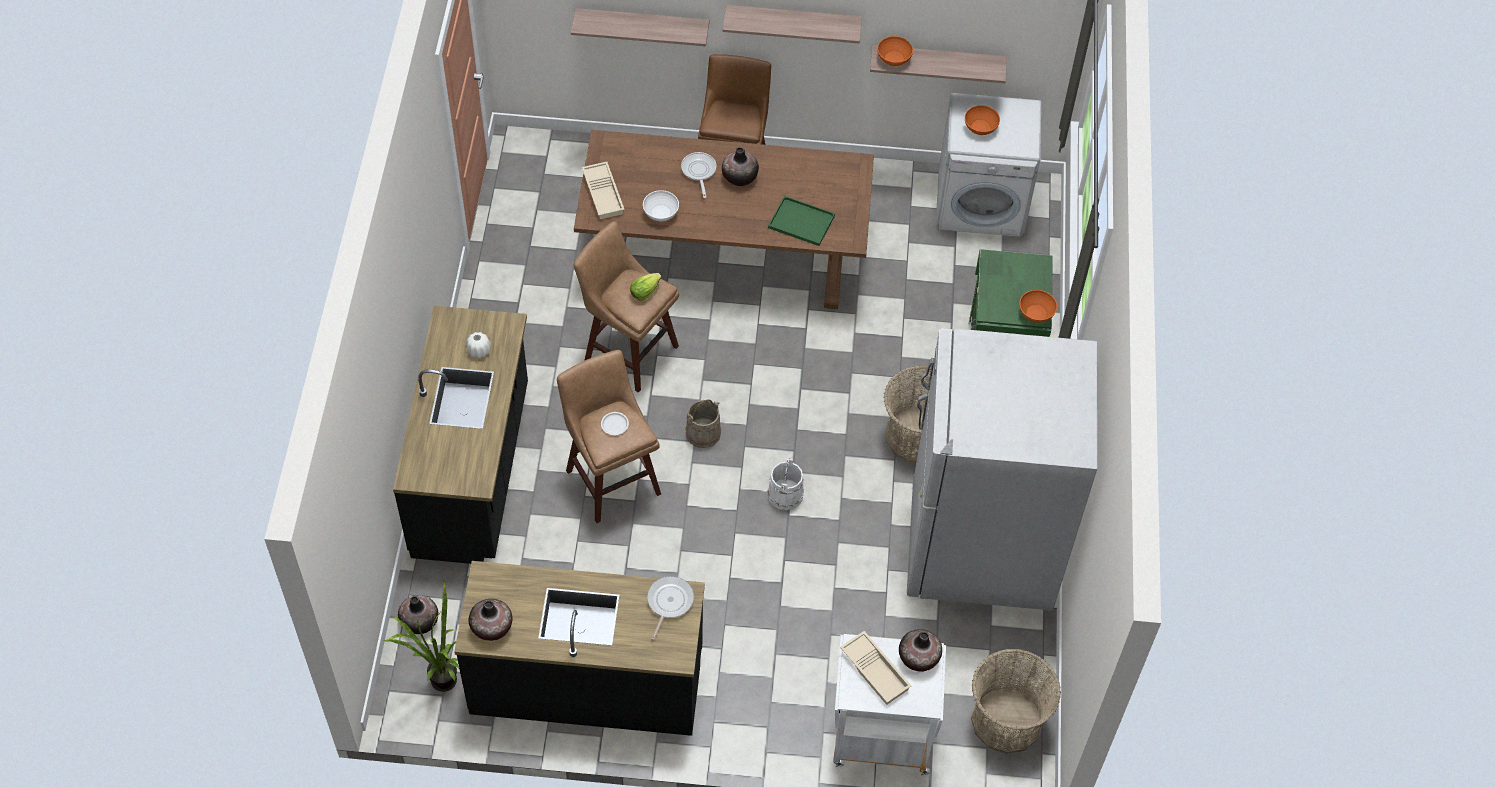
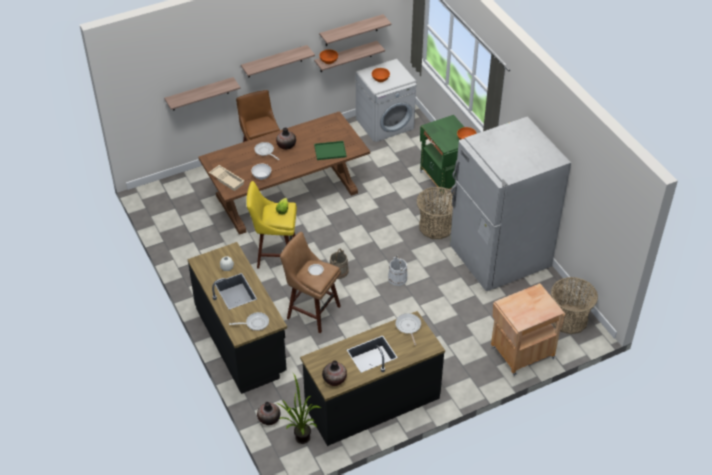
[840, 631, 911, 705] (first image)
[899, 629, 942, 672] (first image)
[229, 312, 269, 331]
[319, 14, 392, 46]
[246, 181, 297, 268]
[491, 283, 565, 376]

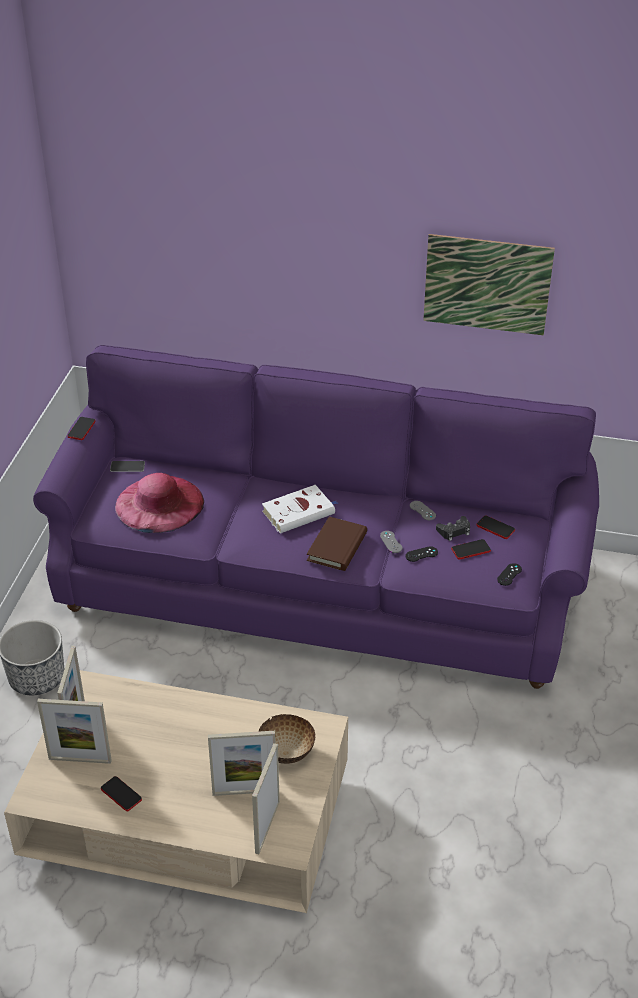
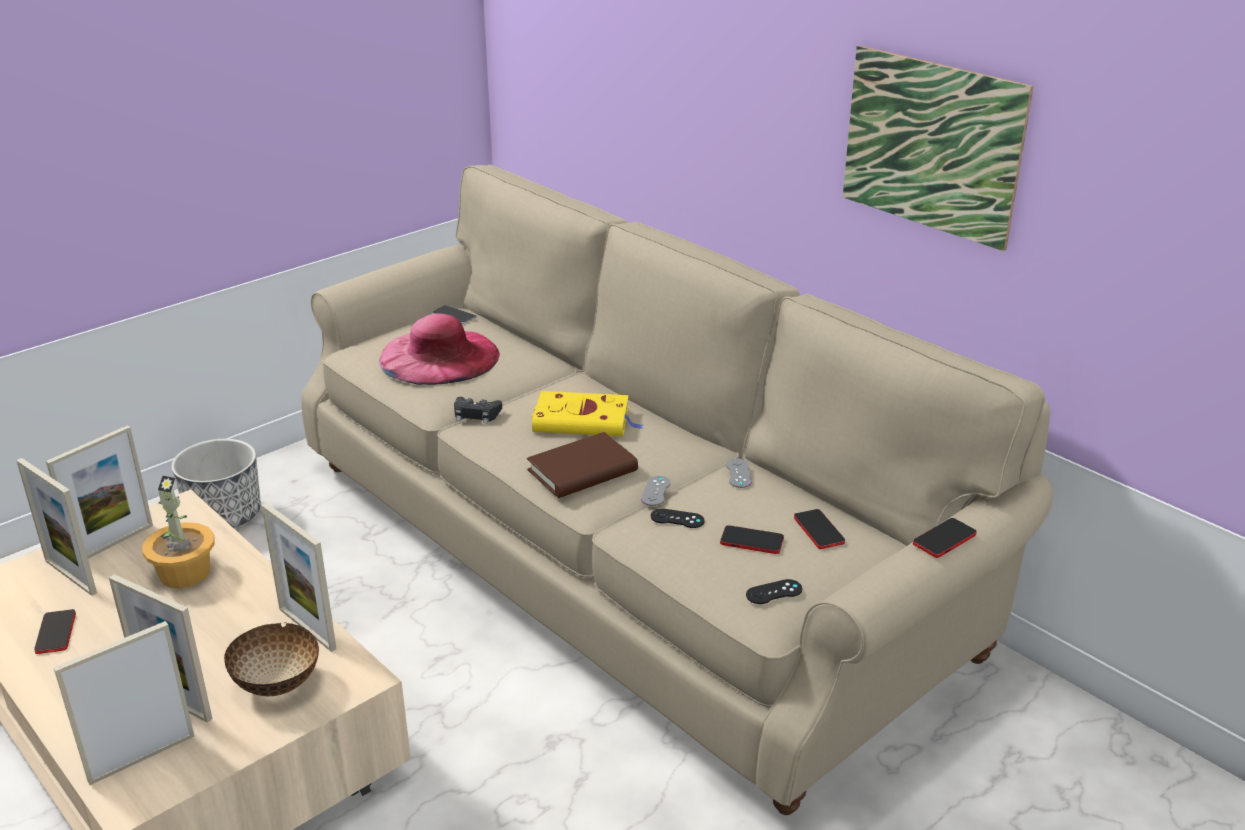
[142, 476, 215, 588]
[261, 503, 337, 652]
[913, 518, 977, 558]
[454, 397, 502, 424]
[301, 165, 1053, 815]
[532, 391, 644, 436]

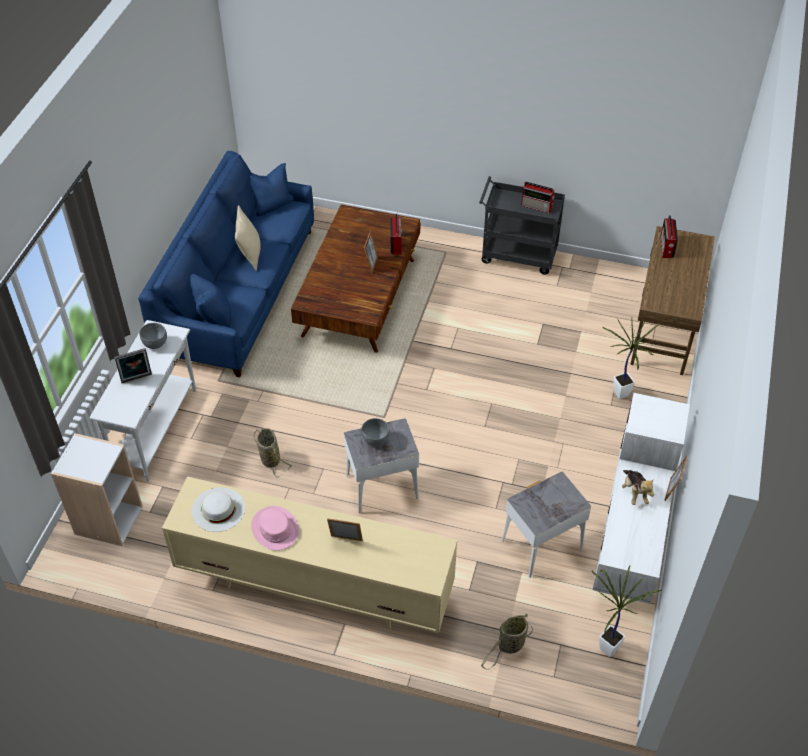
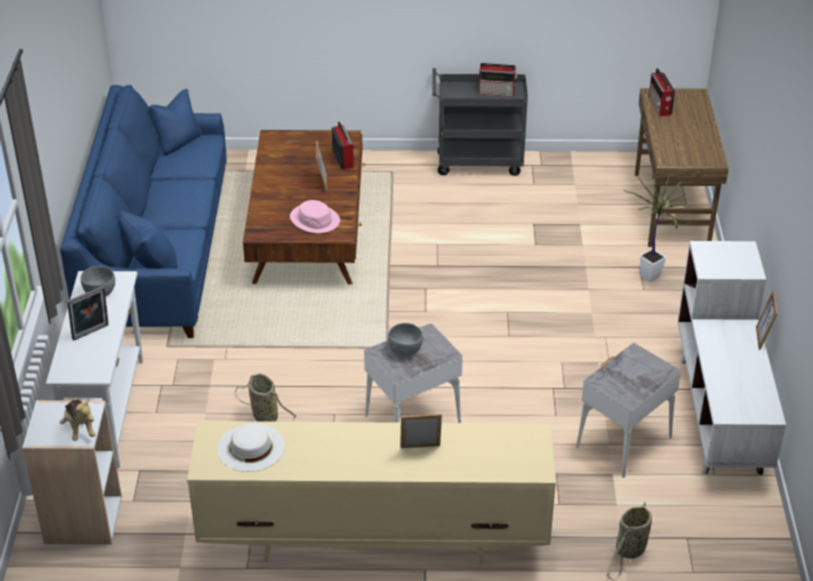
[235, 205, 261, 271] (first image)
[592, 566, 662, 657] (first image)
[290, 200, 340, 233]
[60, 399, 96, 441]

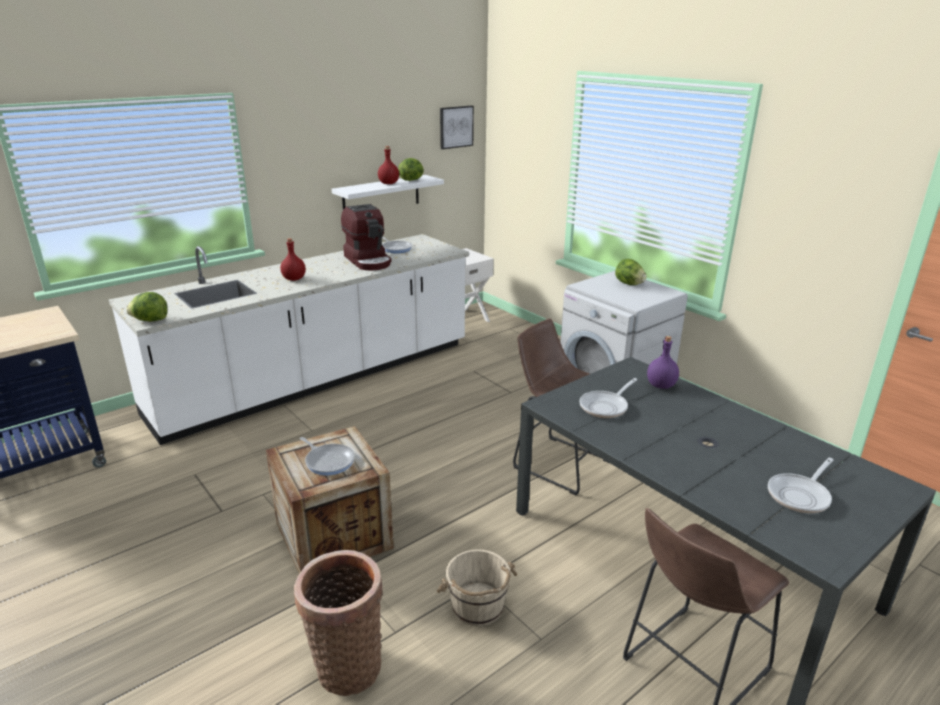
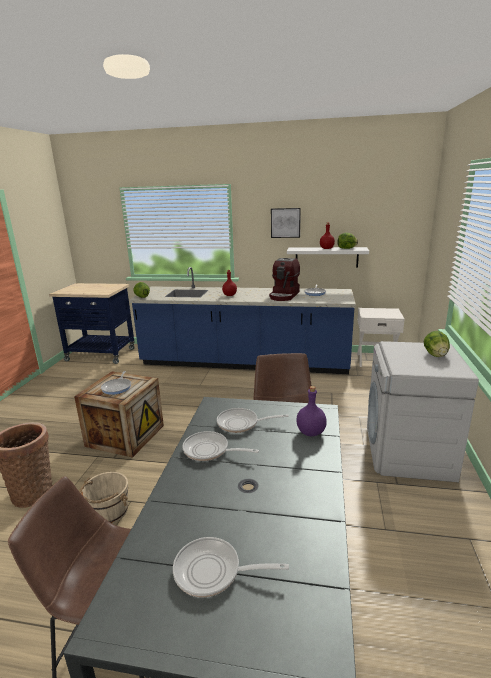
[183, 431, 259, 461]
[271, 208, 301, 238]
[129, 267, 356, 374]

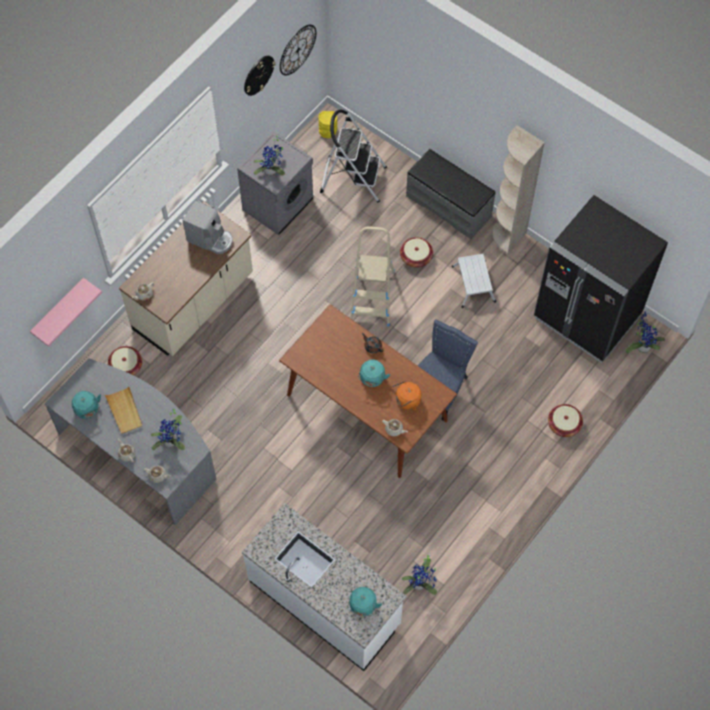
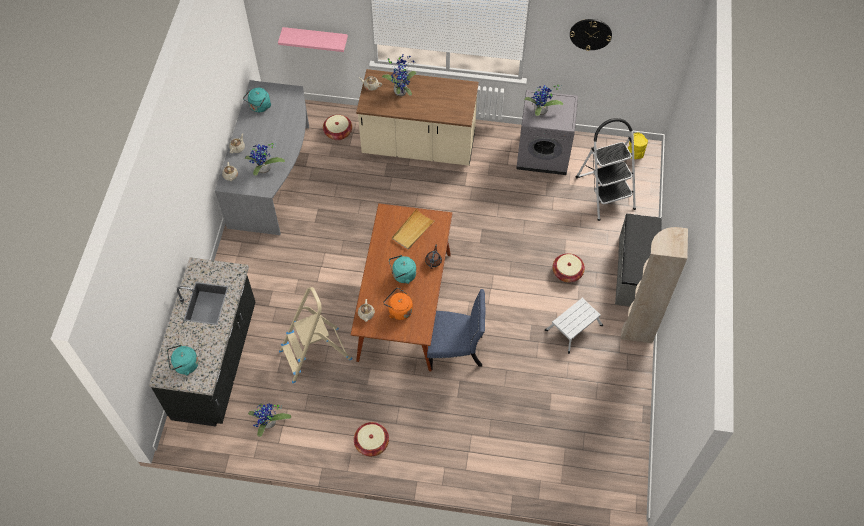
[183, 200, 233, 254] (first image)
[280, 25, 316, 76] (first image)
[534, 195, 668, 363] (first image)
[392, 208, 434, 249]
[279, 287, 353, 383]
[354, 422, 389, 456]
[382, 53, 416, 96]
[149, 257, 255, 427]

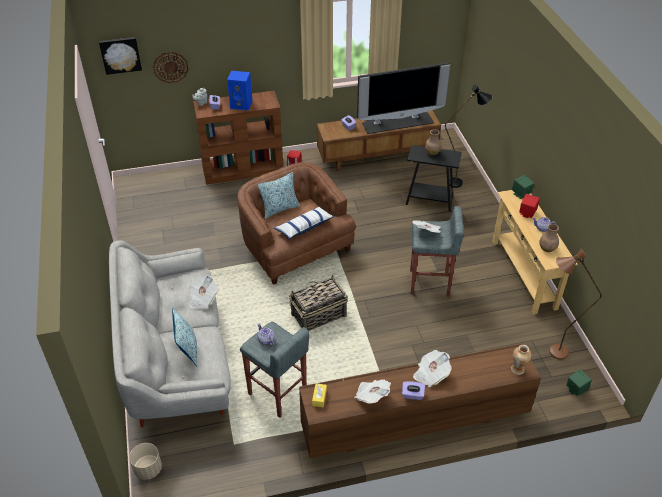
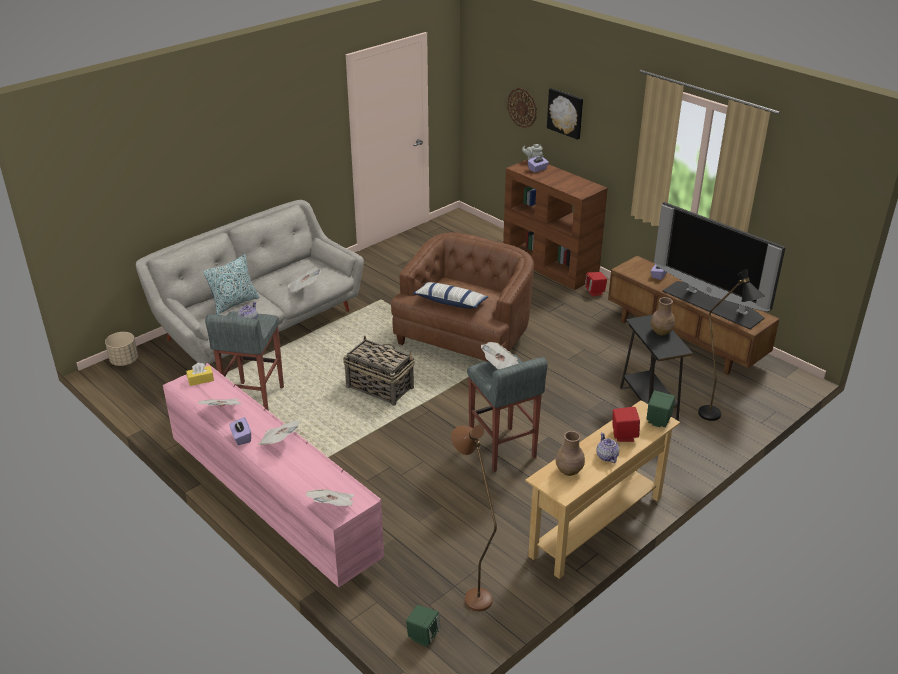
[227, 71, 252, 111] (first image)
[258, 172, 300, 219] (first image)
[547, 88, 583, 140]
[306, 489, 354, 506]
[163, 363, 384, 588]

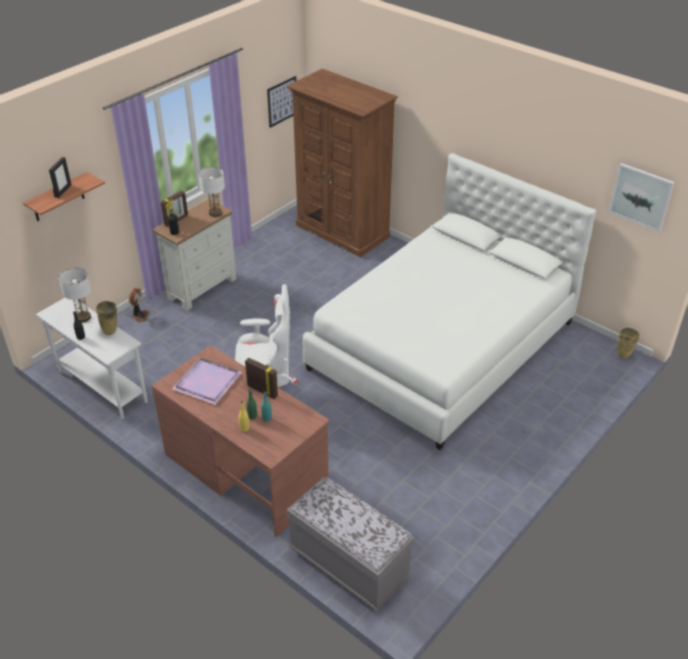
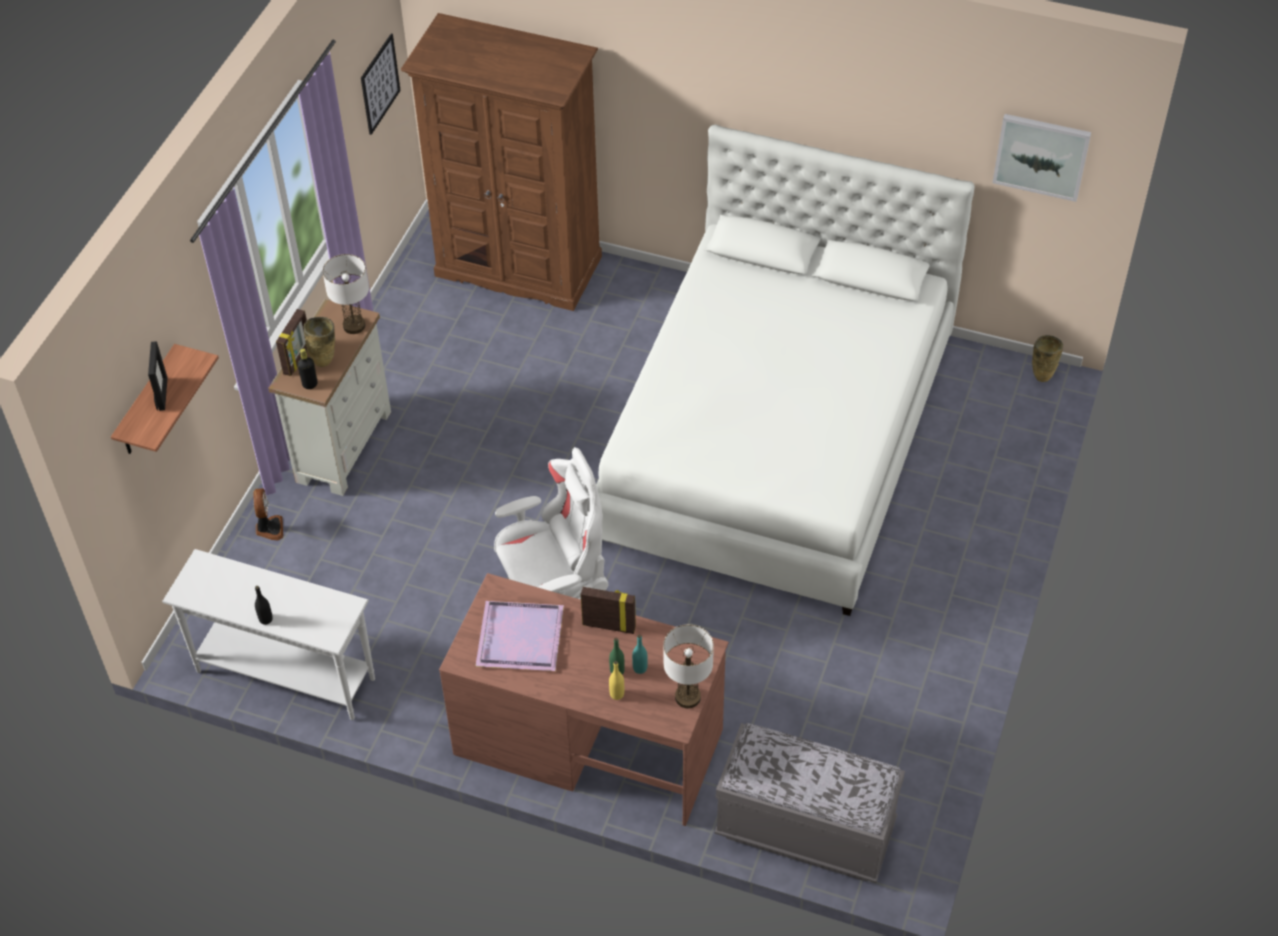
[663, 624, 714, 708]
[304, 317, 335, 367]

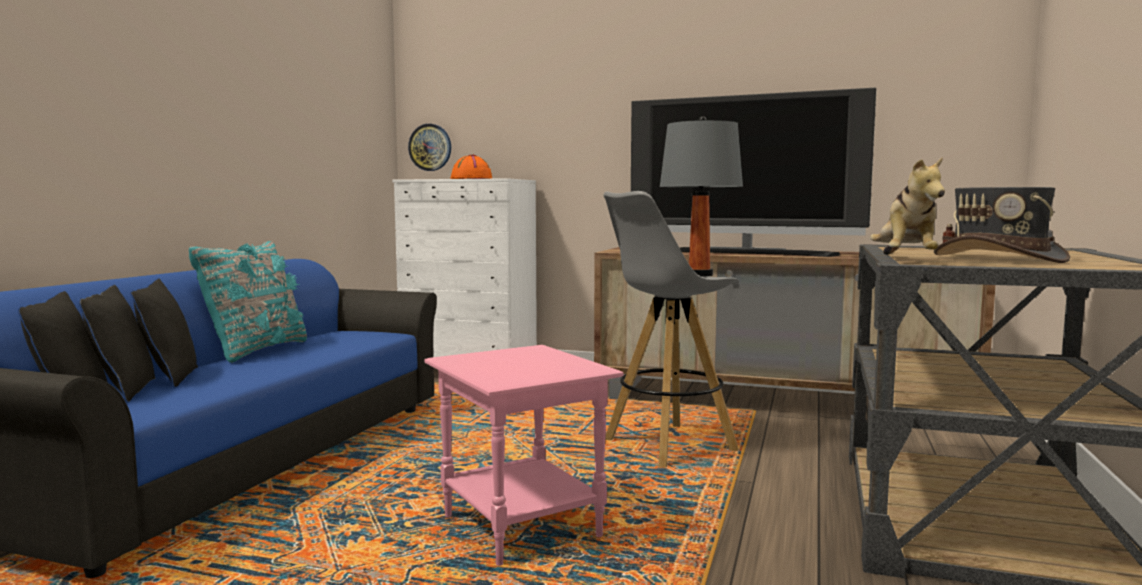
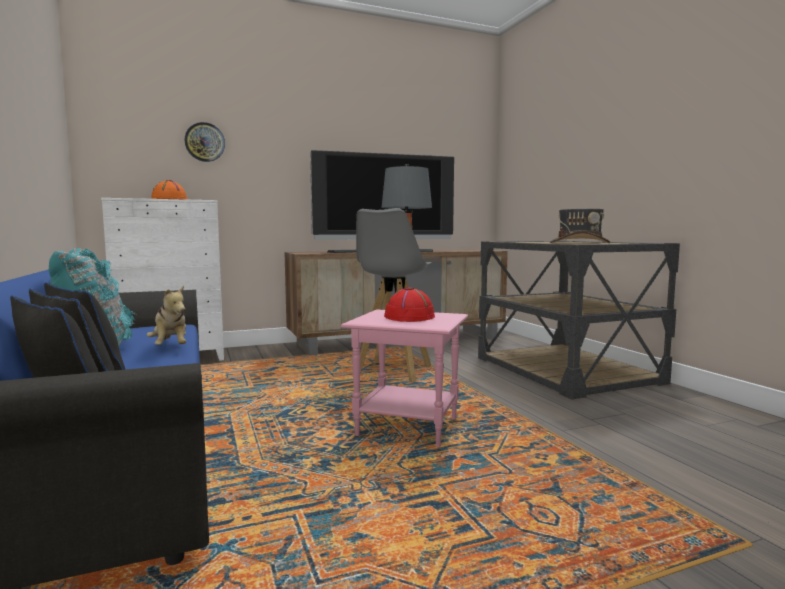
[384, 287, 435, 322]
[185, 122, 225, 162]
[147, 286, 186, 345]

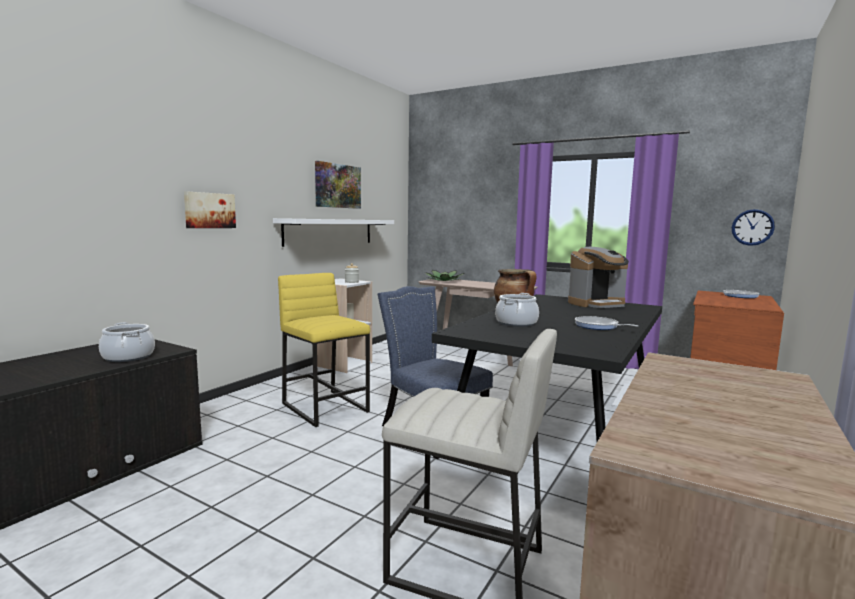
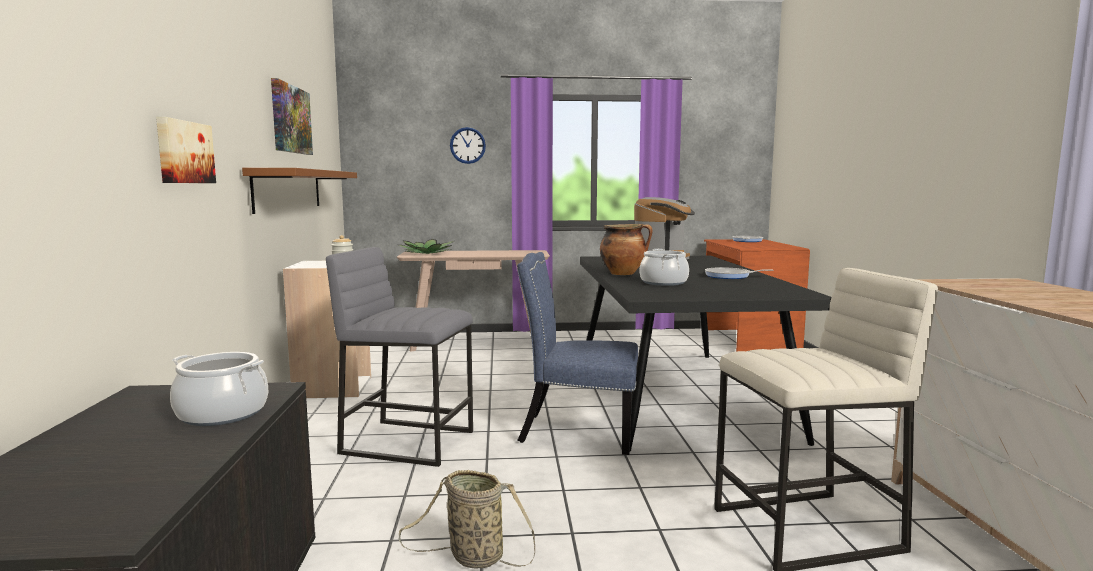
[399, 470, 535, 568]
[450, 127, 486, 164]
[242, 168, 357, 214]
[326, 247, 473, 467]

